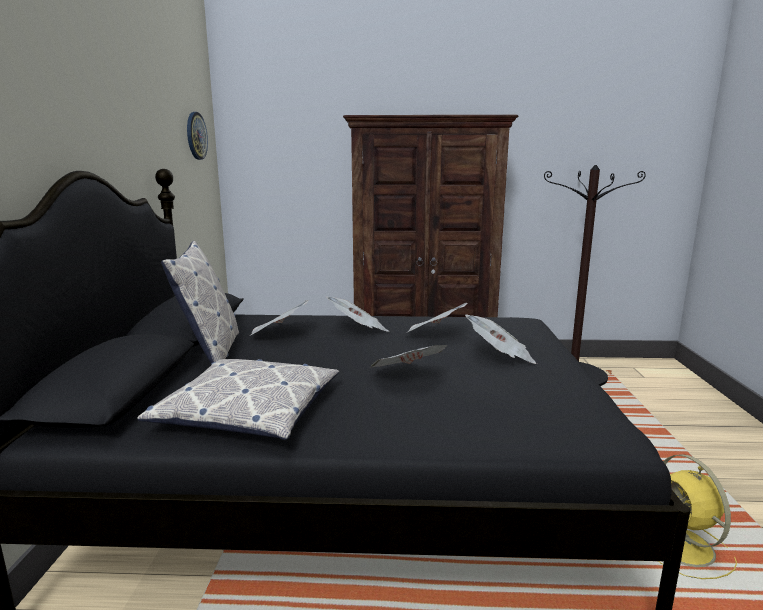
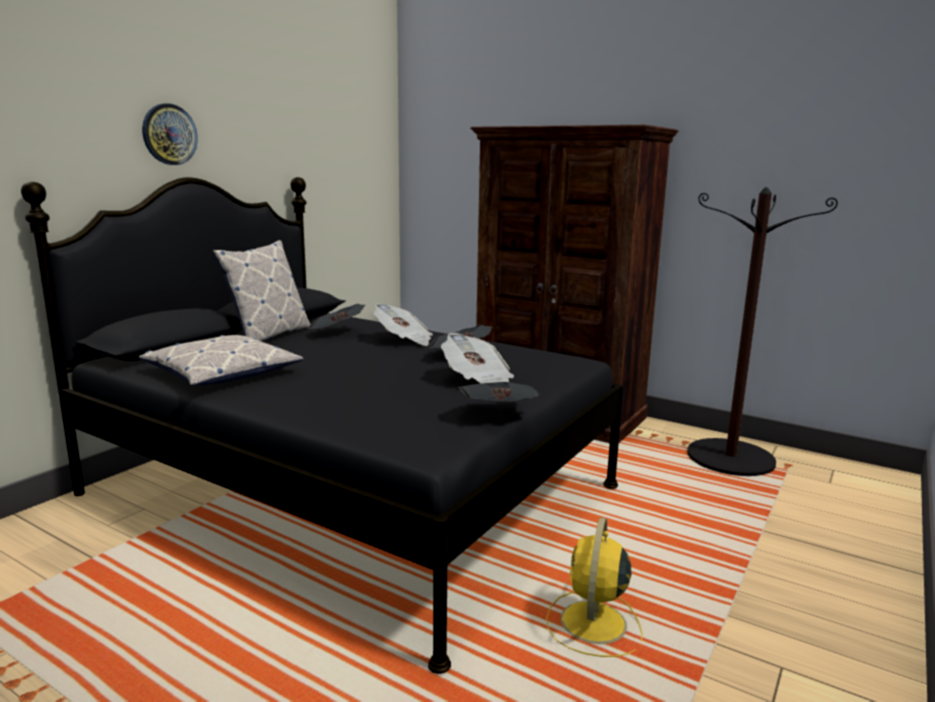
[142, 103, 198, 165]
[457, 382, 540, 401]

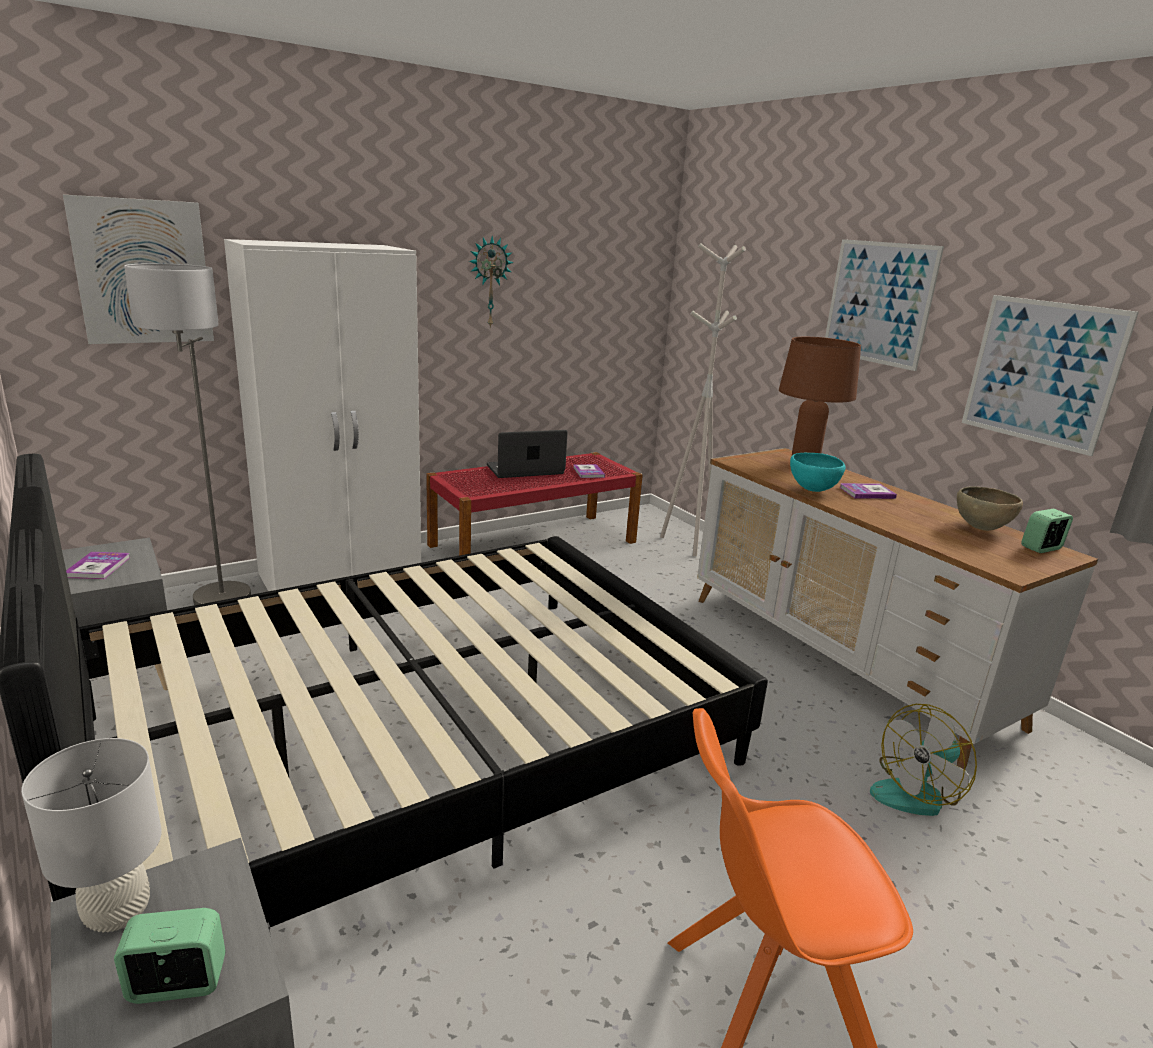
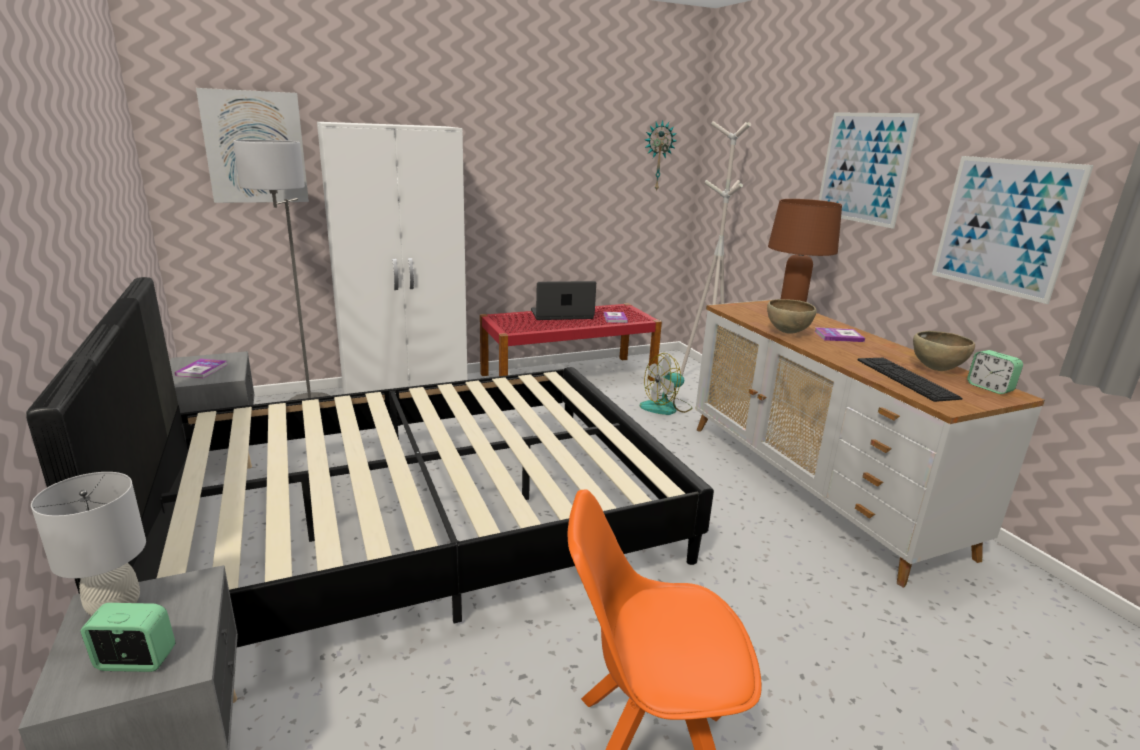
[857, 358, 962, 402]
[645, 120, 677, 192]
[640, 353, 692, 415]
[767, 299, 817, 334]
[967, 350, 1023, 394]

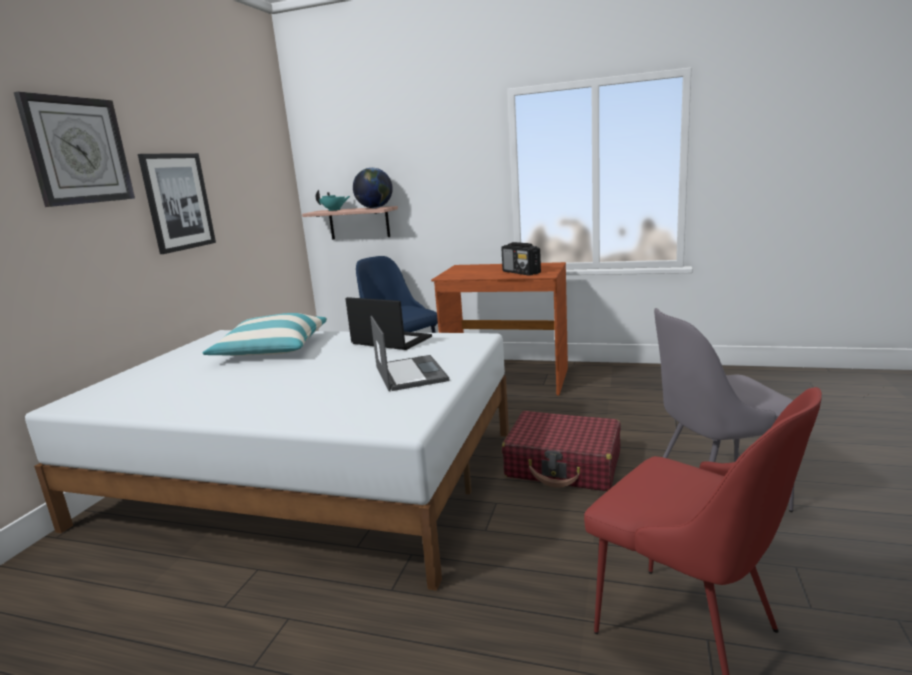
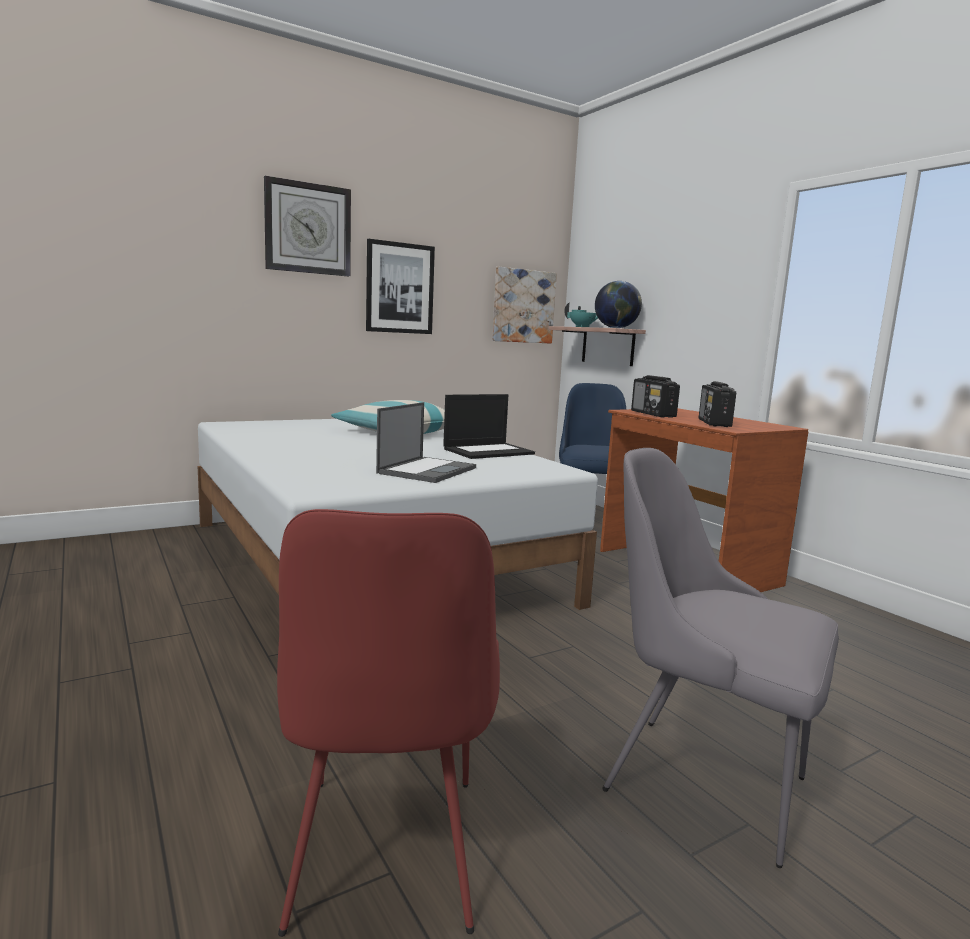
[502, 411, 621, 491] (first image)
[492, 267, 557, 344]
[631, 375, 680, 418]
[443, 394, 535, 459]

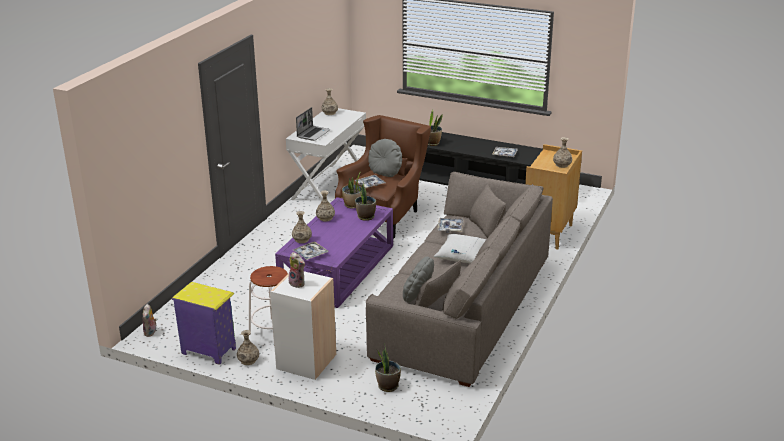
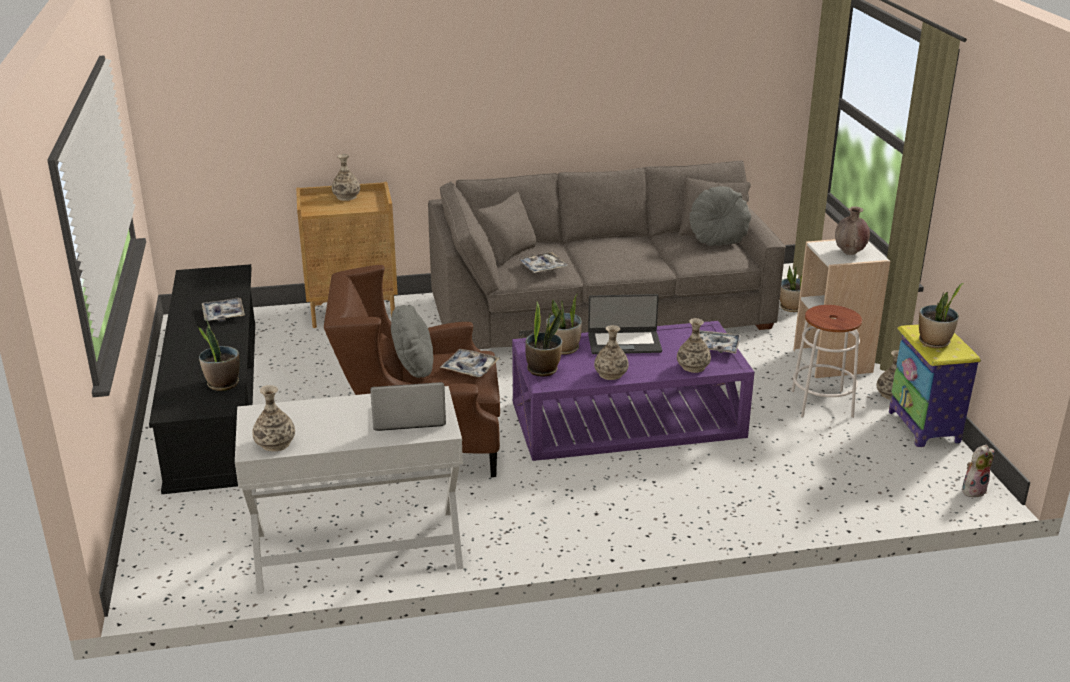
[434, 234, 486, 264] (first image)
[588, 294, 662, 354]
[919, 283, 963, 348]
[835, 206, 870, 255]

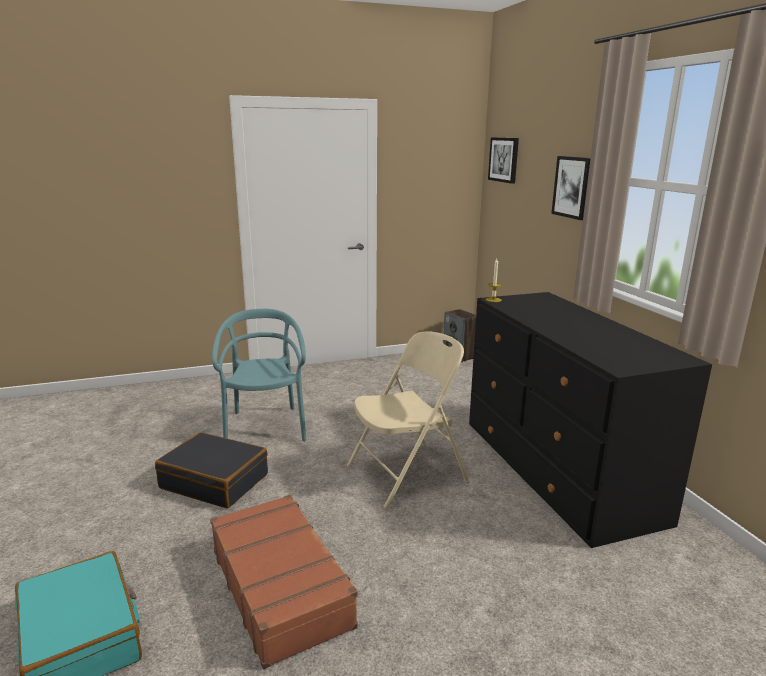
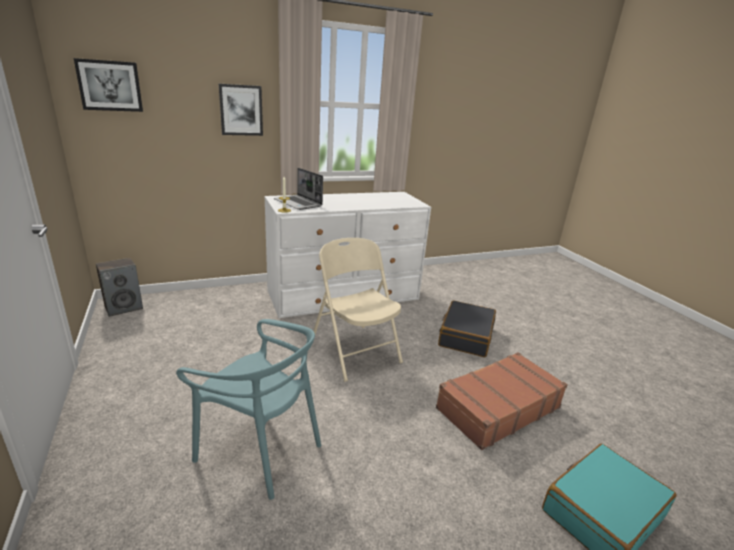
[274, 168, 323, 210]
[438, 300, 496, 357]
[265, 192, 431, 318]
[176, 319, 321, 500]

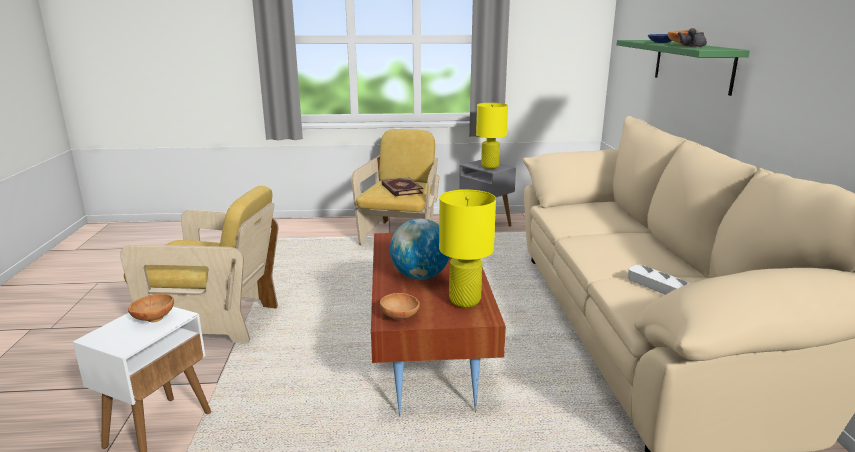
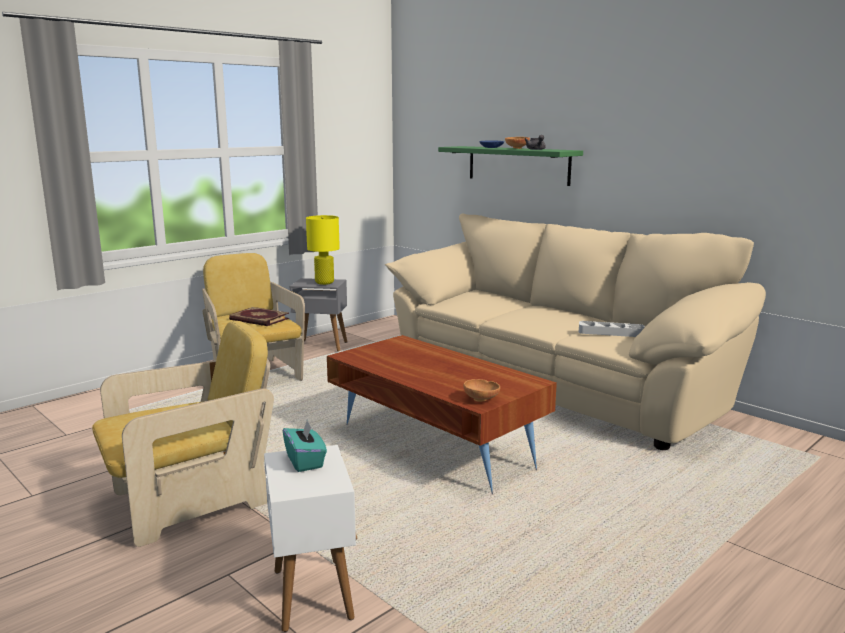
[390, 219, 450, 280] (first image)
[439, 190, 496, 307] (first image)
[283, 421, 327, 472]

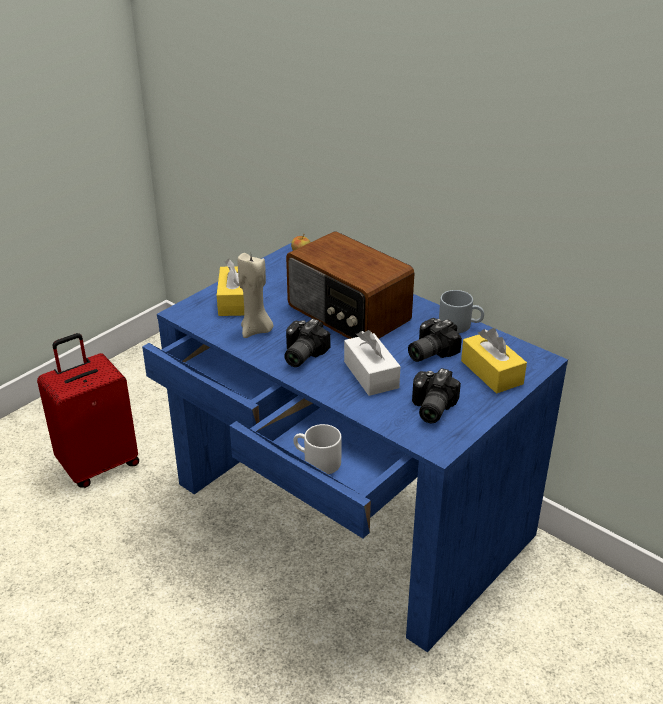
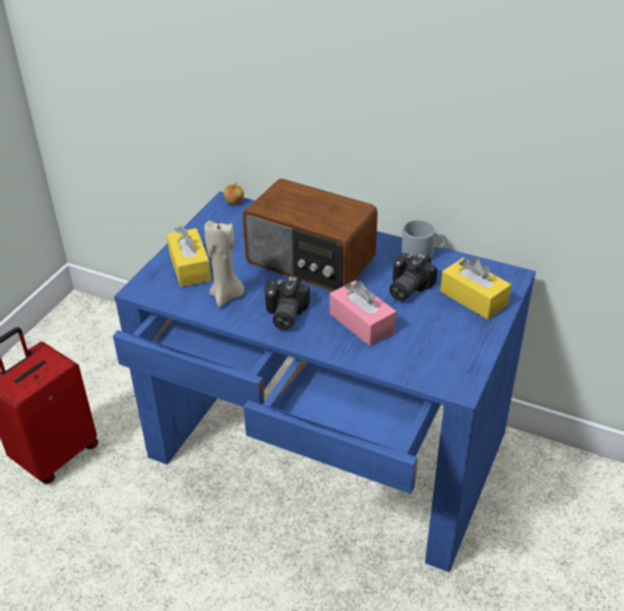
[293, 424, 342, 474] (first image)
[412, 368, 461, 423] (first image)
[330, 281, 396, 346]

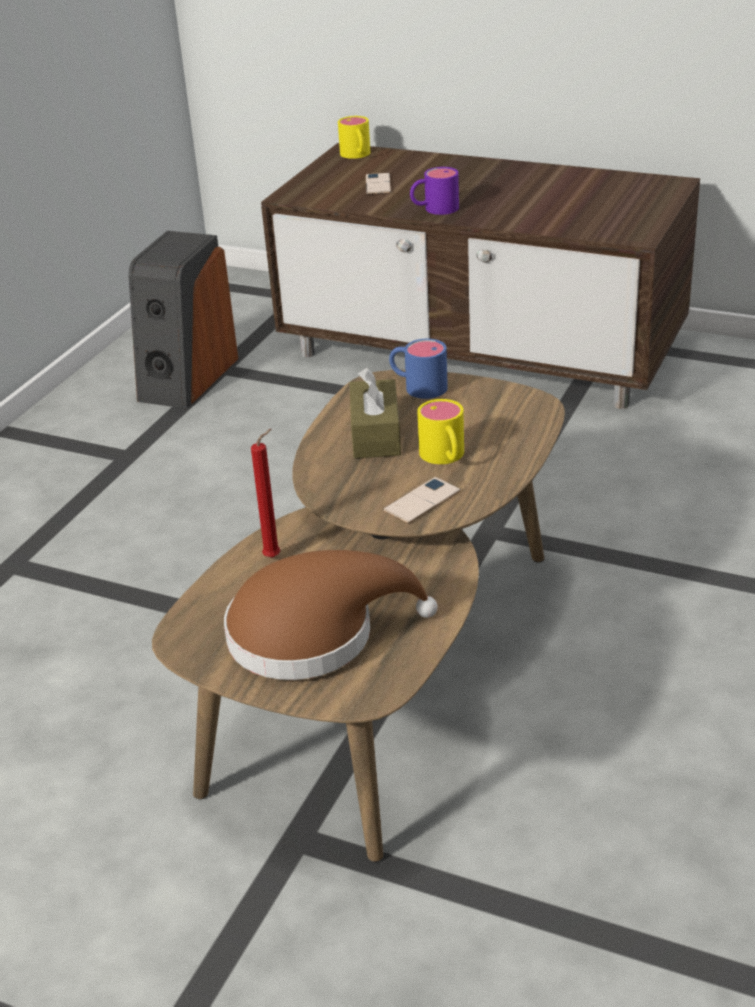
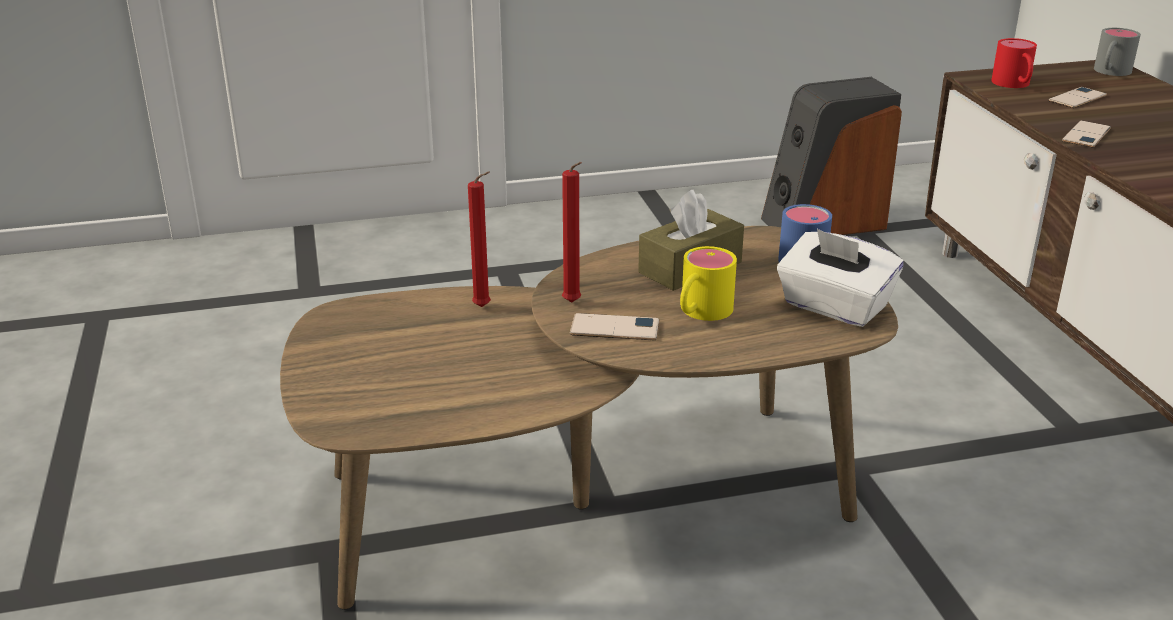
[224, 550, 438, 680] (first image)
[562, 162, 582, 303]
[777, 229, 904, 327]
[991, 38, 1037, 88]
[1062, 120, 1111, 148]
[1094, 28, 1141, 76]

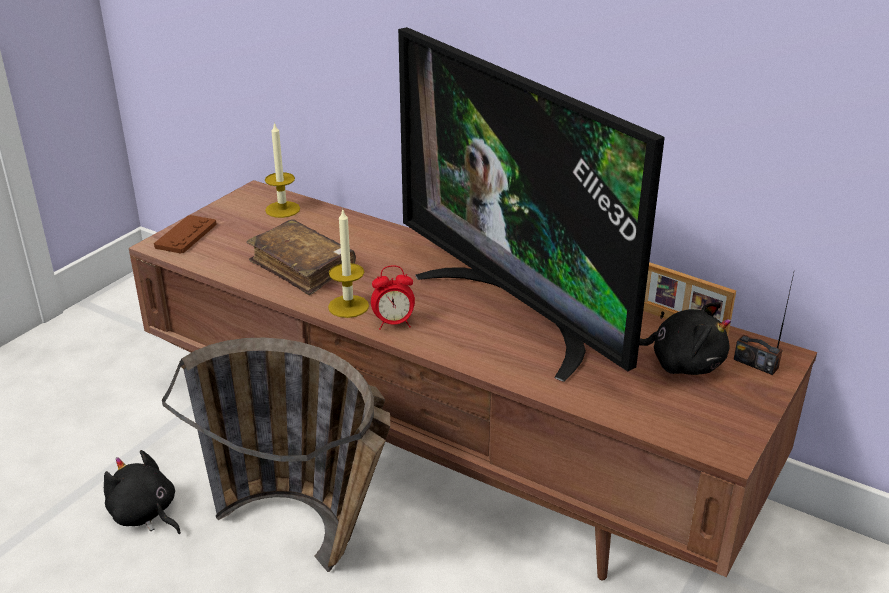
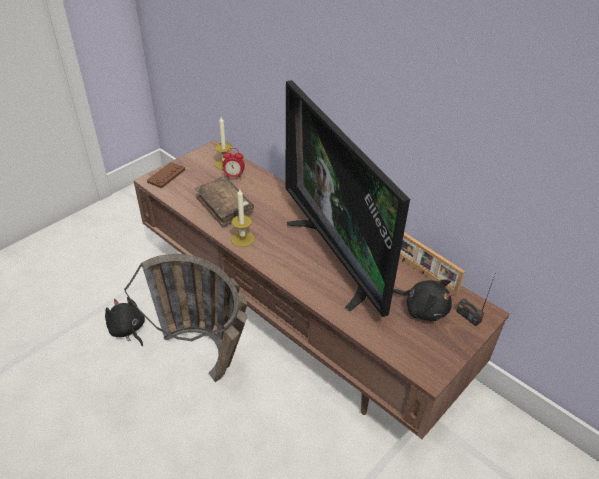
[223, 148, 245, 179]

